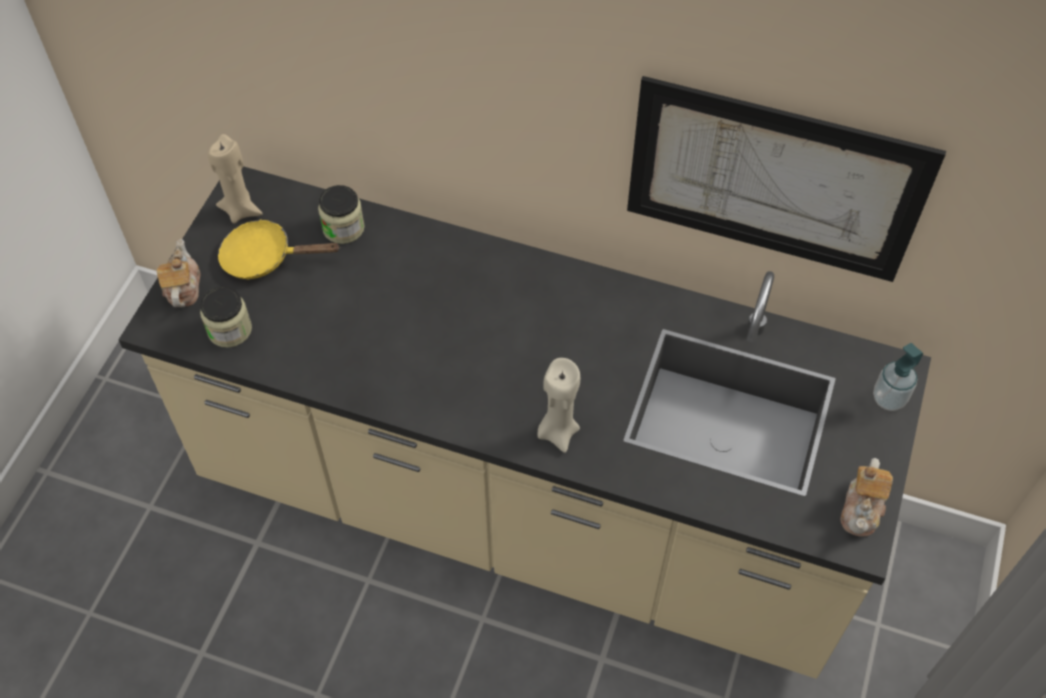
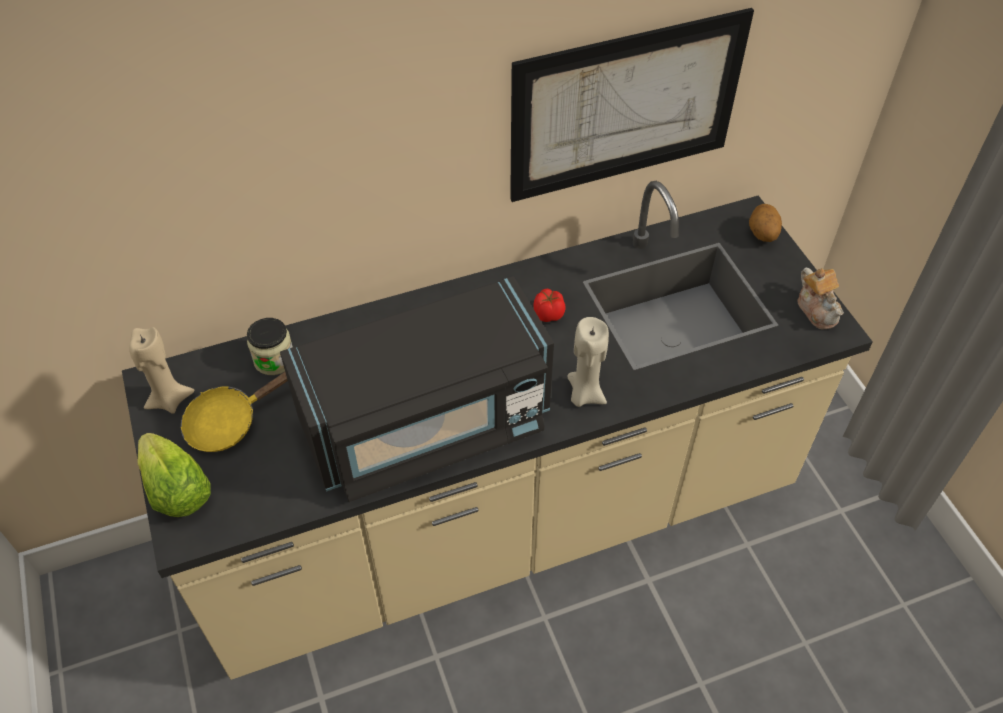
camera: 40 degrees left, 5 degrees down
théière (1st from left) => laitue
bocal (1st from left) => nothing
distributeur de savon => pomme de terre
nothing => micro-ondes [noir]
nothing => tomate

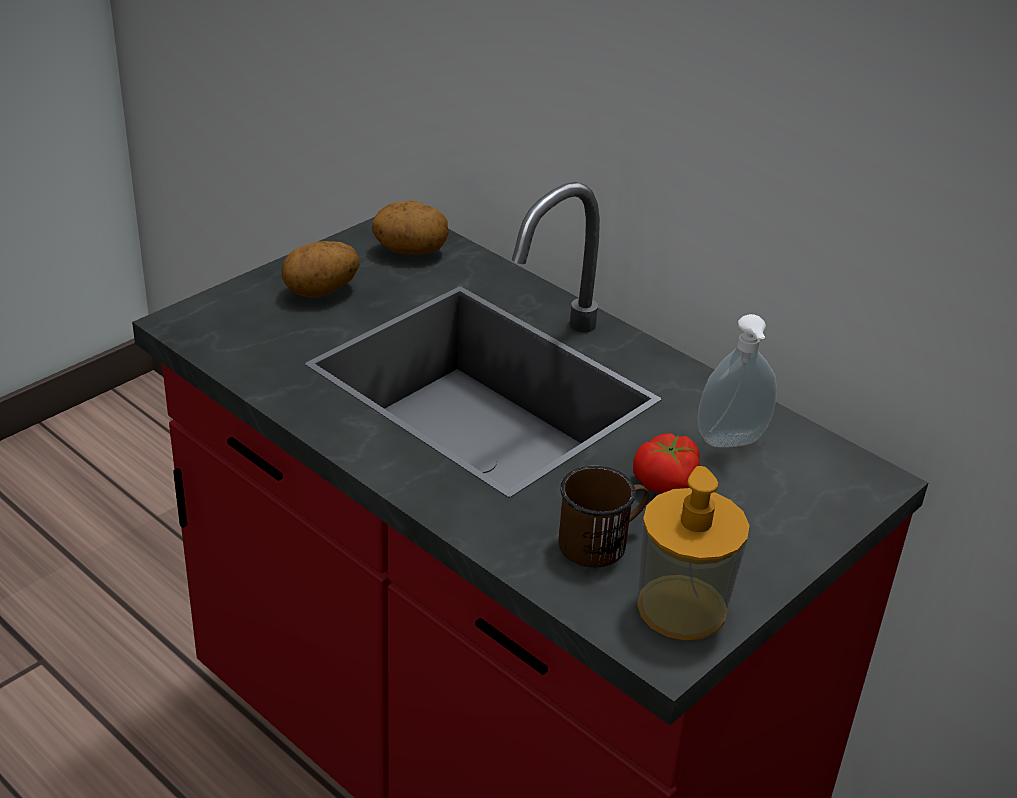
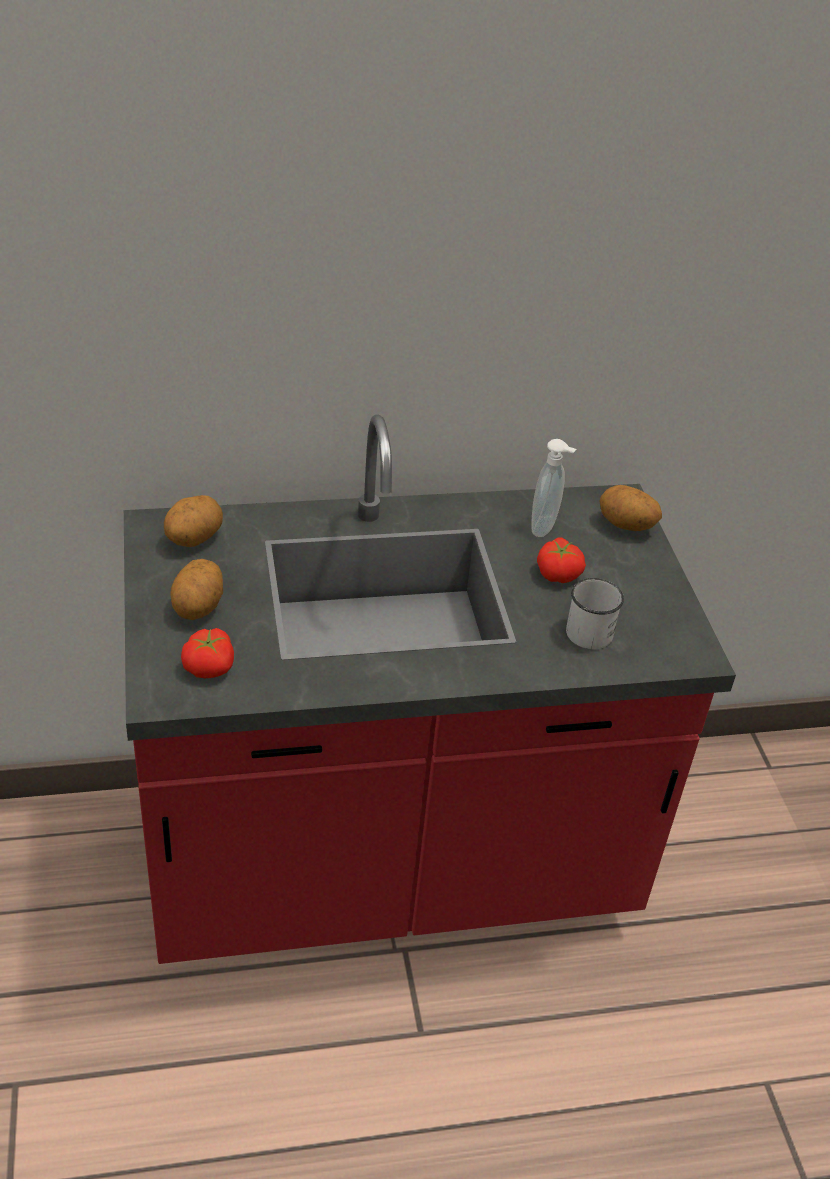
camera: 55 degrees left, 5 degrees up
mug [marron] => mug [blanc]
distributeur de savon (1st from left) => nothing
nothing => tomate (1st from left)
nothing => pomme de terre (3rd from left)

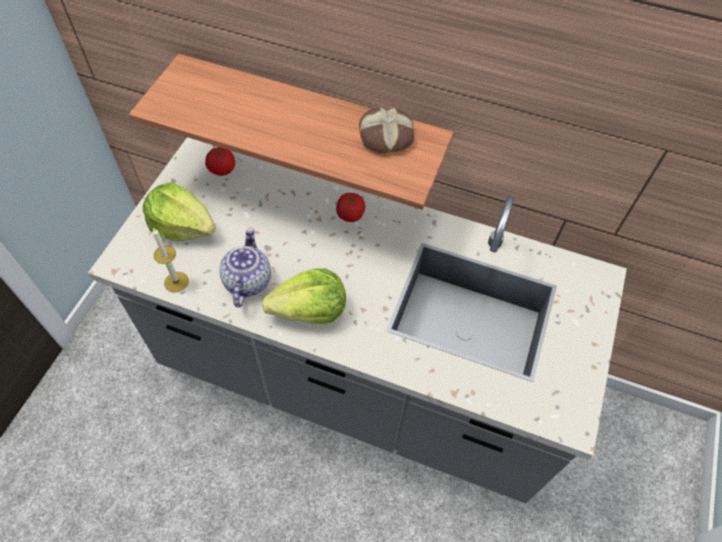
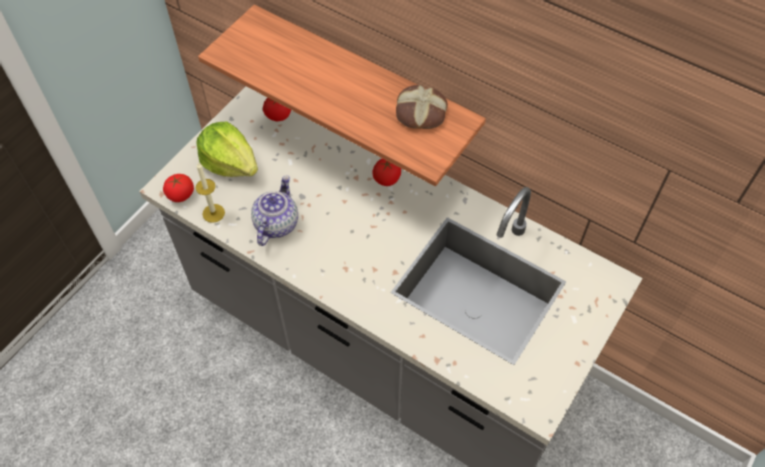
camera: 15 degrees right, 0 degrees up
laitue (2nd from left) => nothing
nothing => tomate (1st from left)

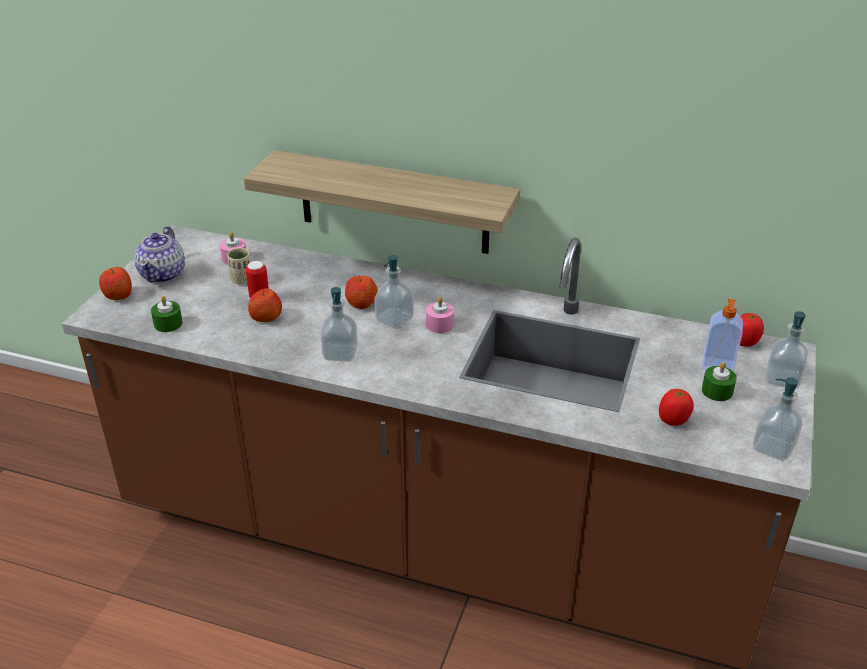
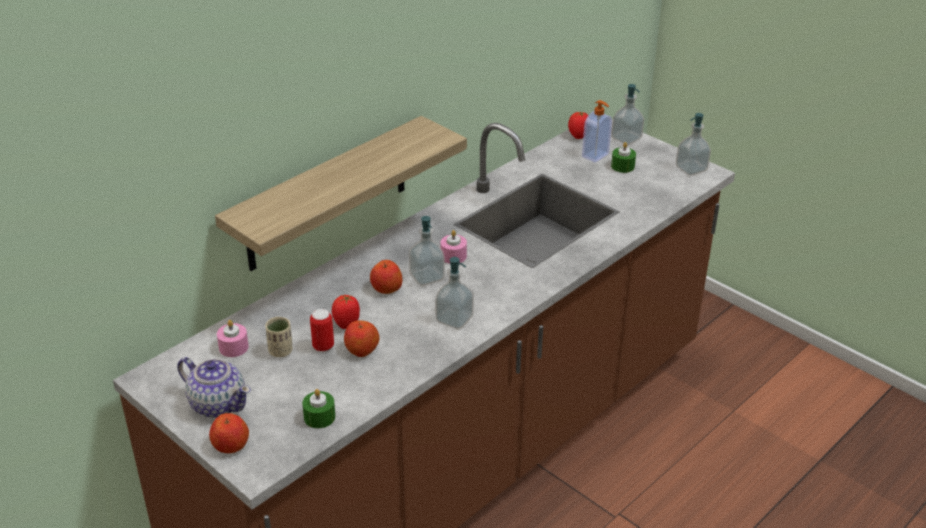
camera: 65 degrees left, 0 degrees up
tomate (1st from left), move

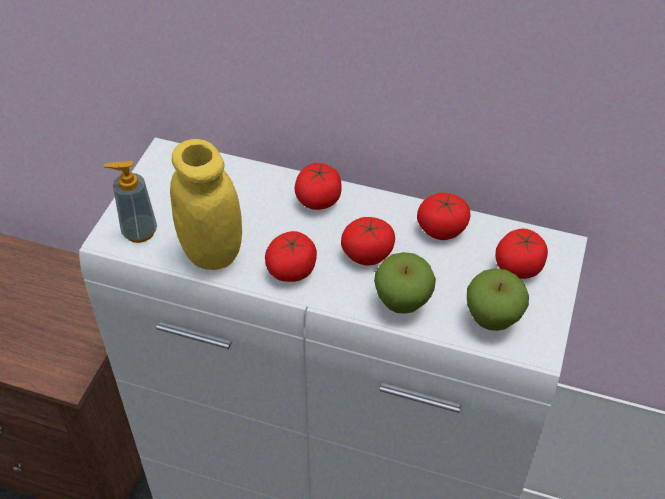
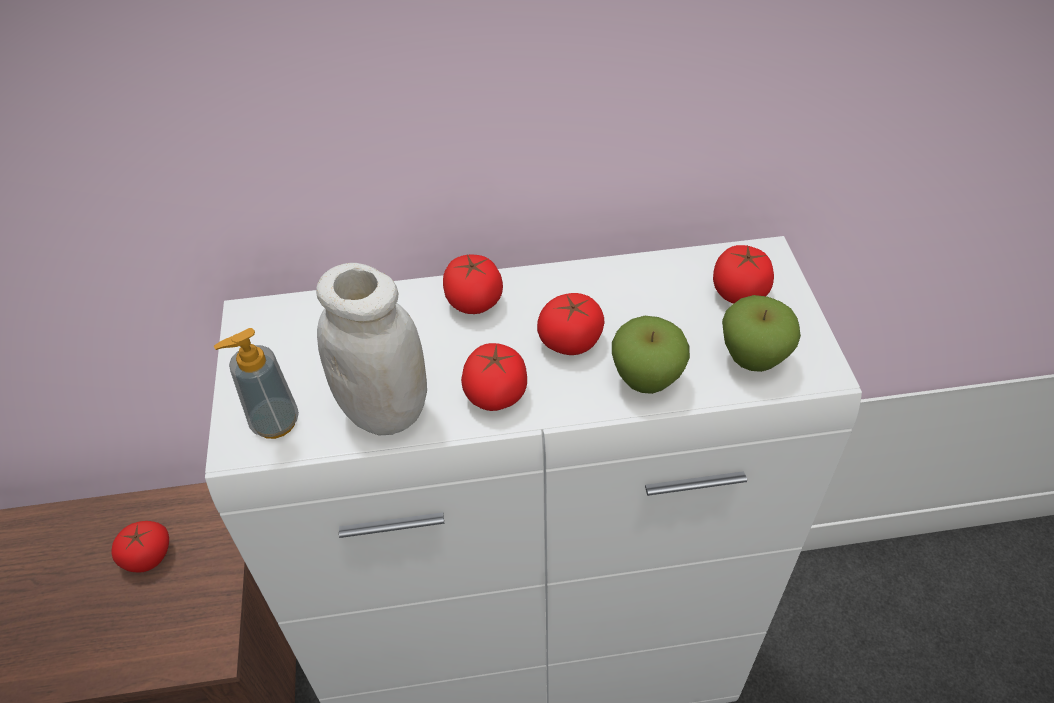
camera: 25 degrees left, 0 degrees up
bocal [jaune] => bocal [blanc]
tomate (4th from left in the first image) => tomate (1st from left), move

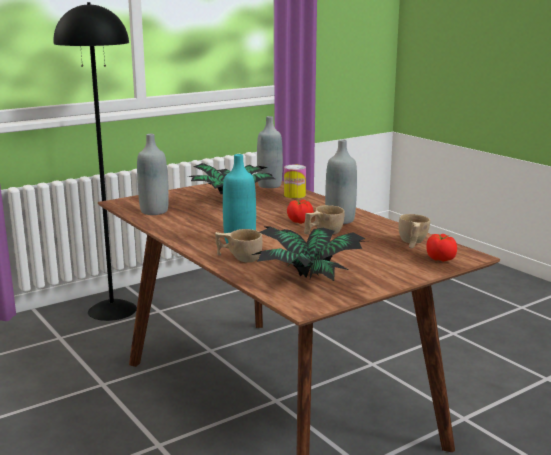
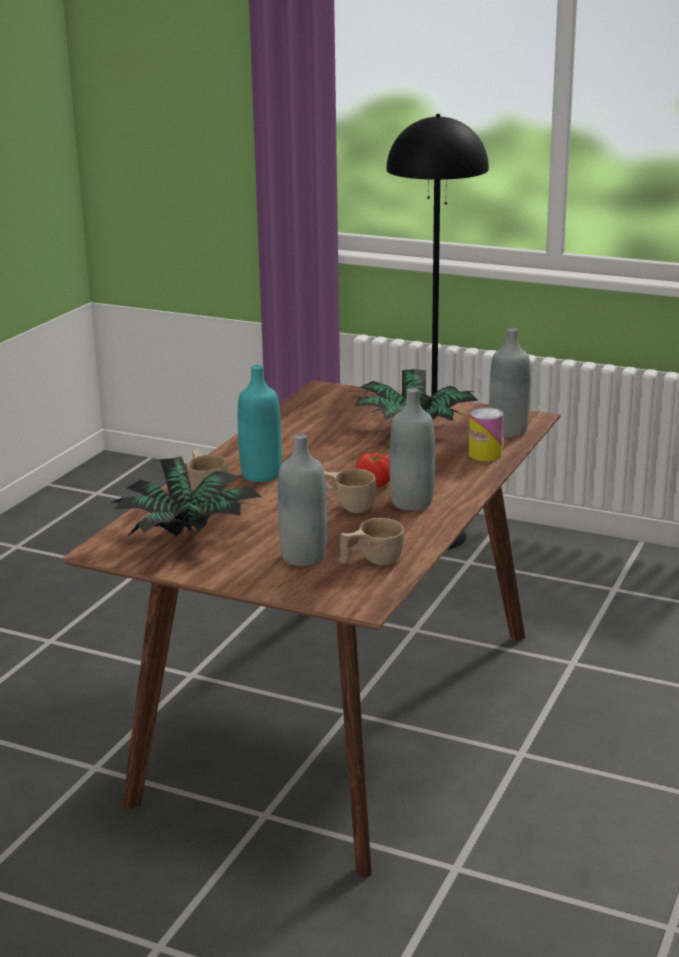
camera: 60 degrees right, 5 degrees up
bouteille [gris] (1st from left), move
tomate (2nd from left) => nothing

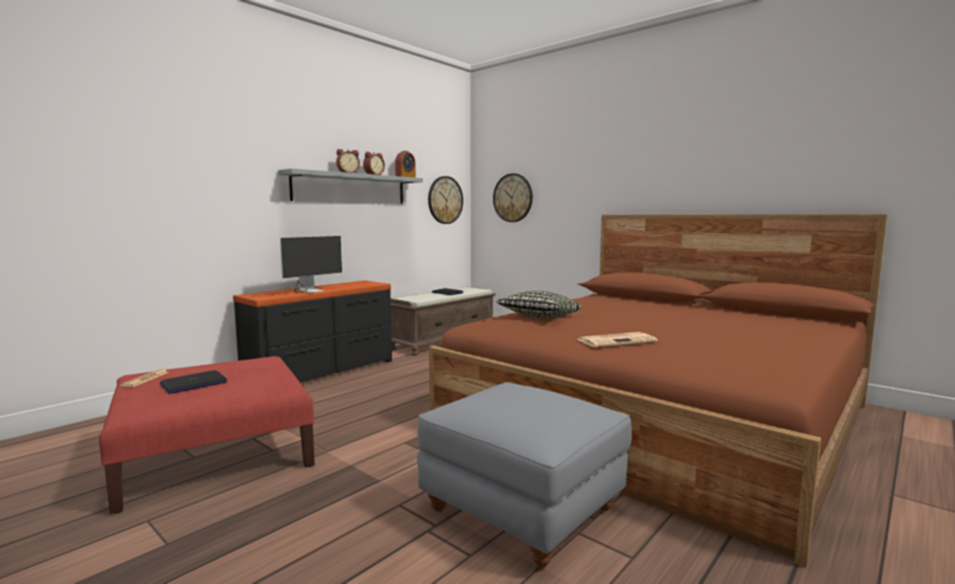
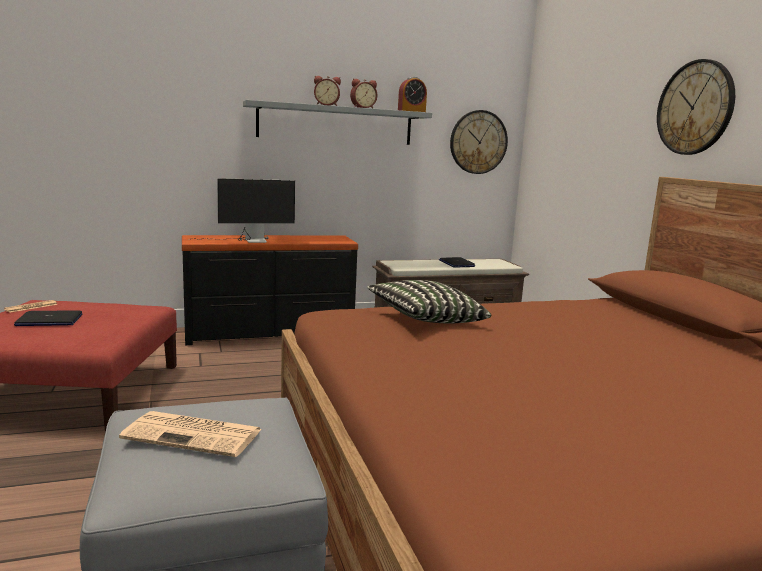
camera: 30 degrees right, 5 degrees up
horloge murale (2nd from left), move
journal (2nd from left), move

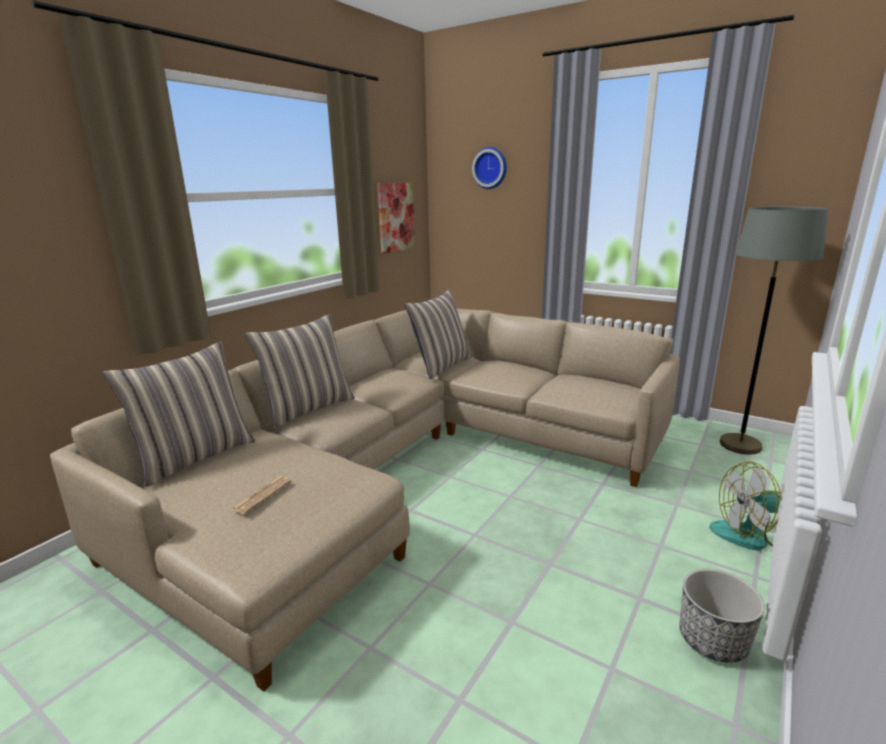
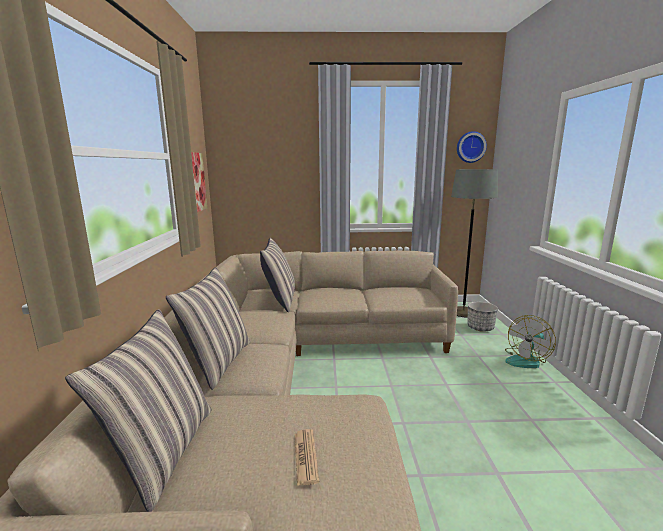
camera: 35 degrees left, 5 degrees down
horloge murale, move
cache-pot, move

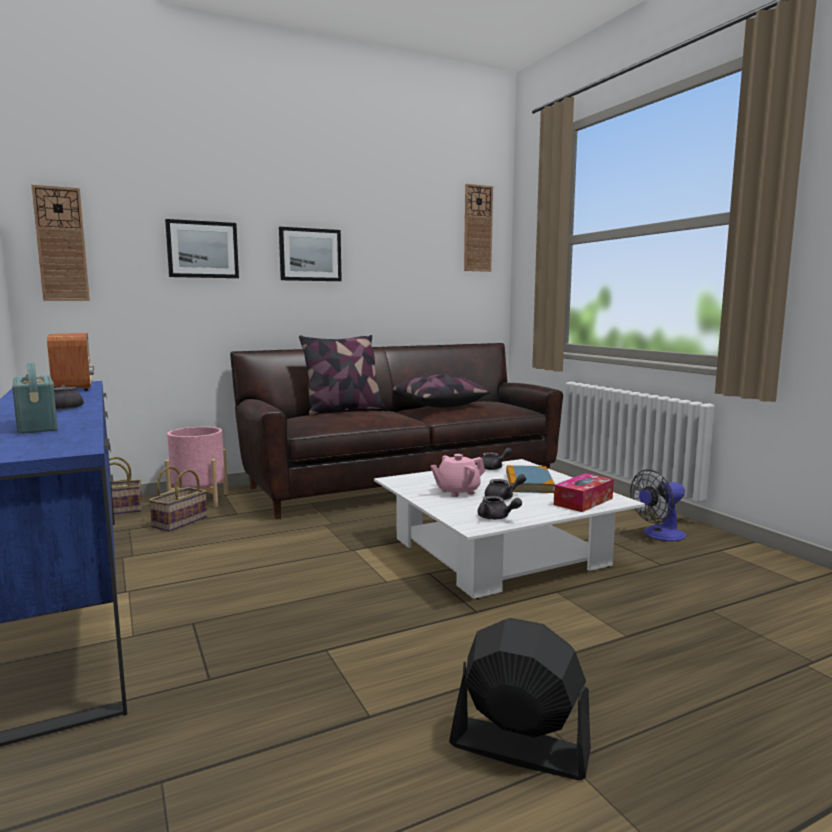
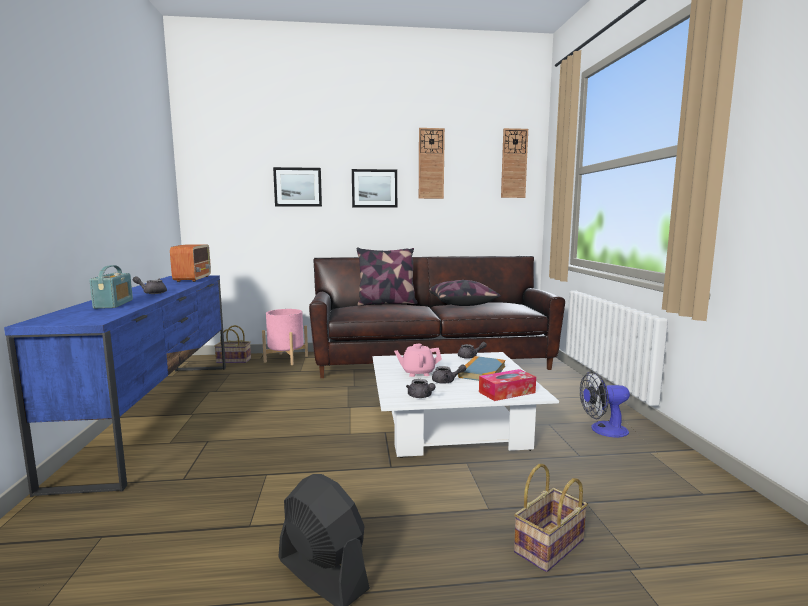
camera: 20 degrees right, 0 degrees up
horloge murale (1st from left), move
panier (2nd from left), move

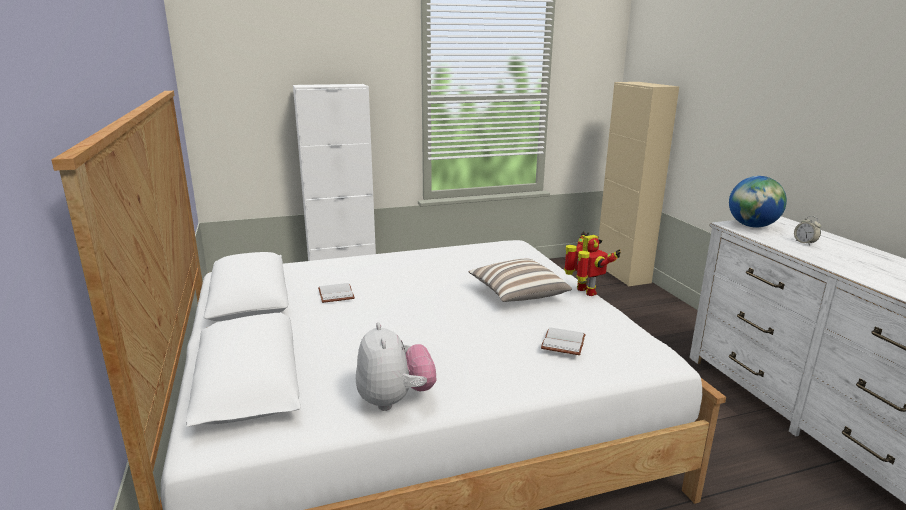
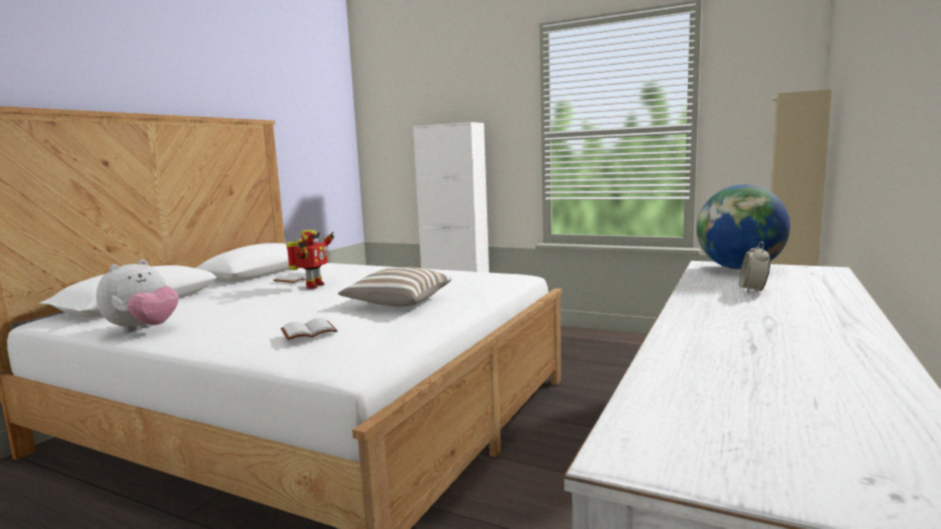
camera: 45 degrees right, 10 degrees down
robot jouet, move

